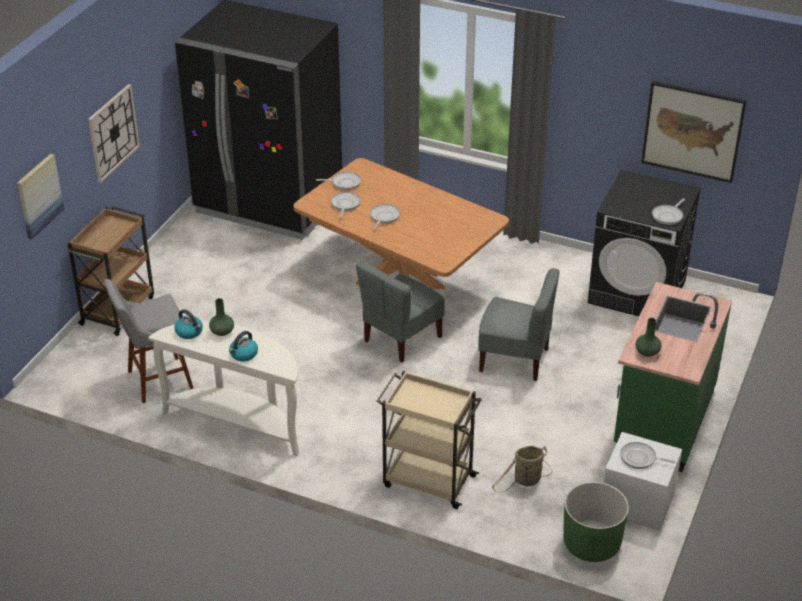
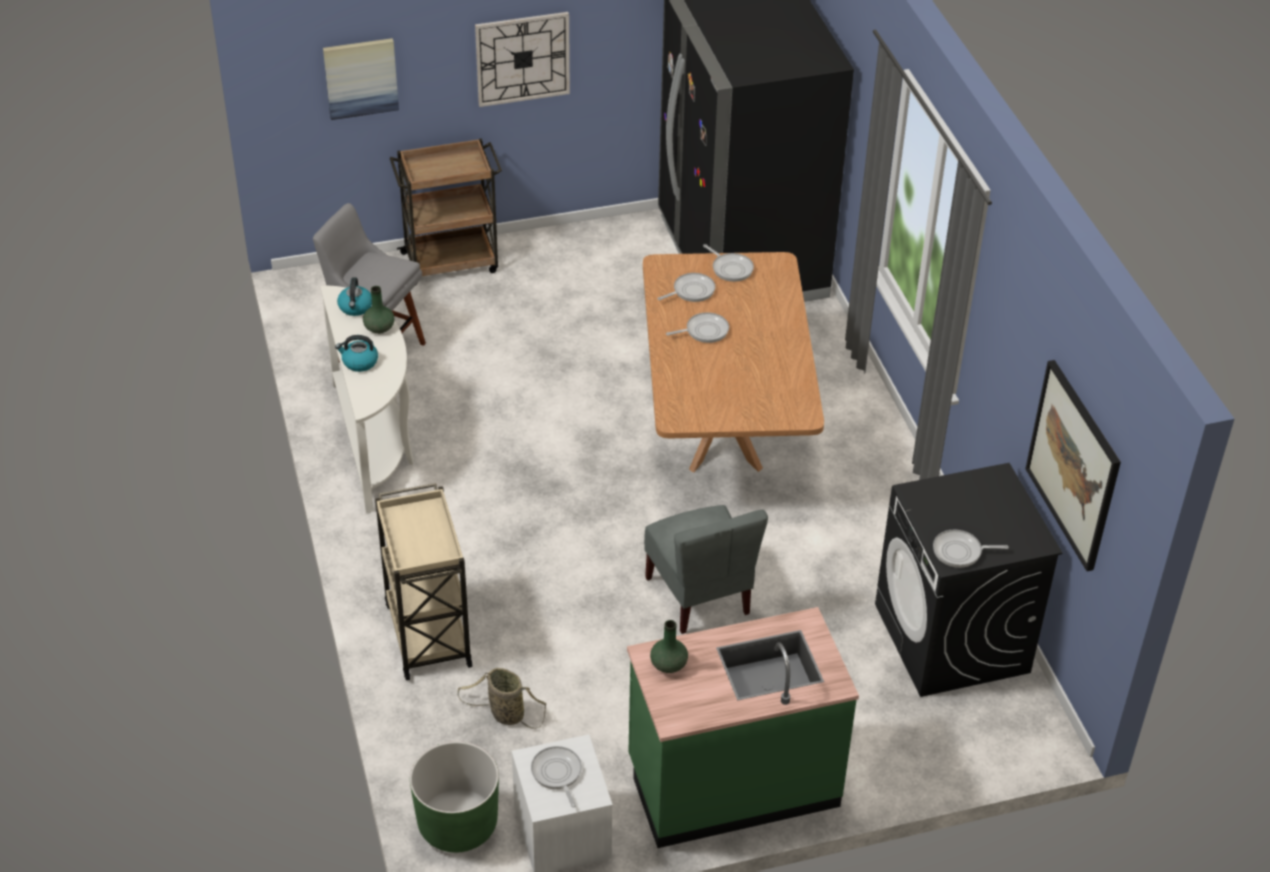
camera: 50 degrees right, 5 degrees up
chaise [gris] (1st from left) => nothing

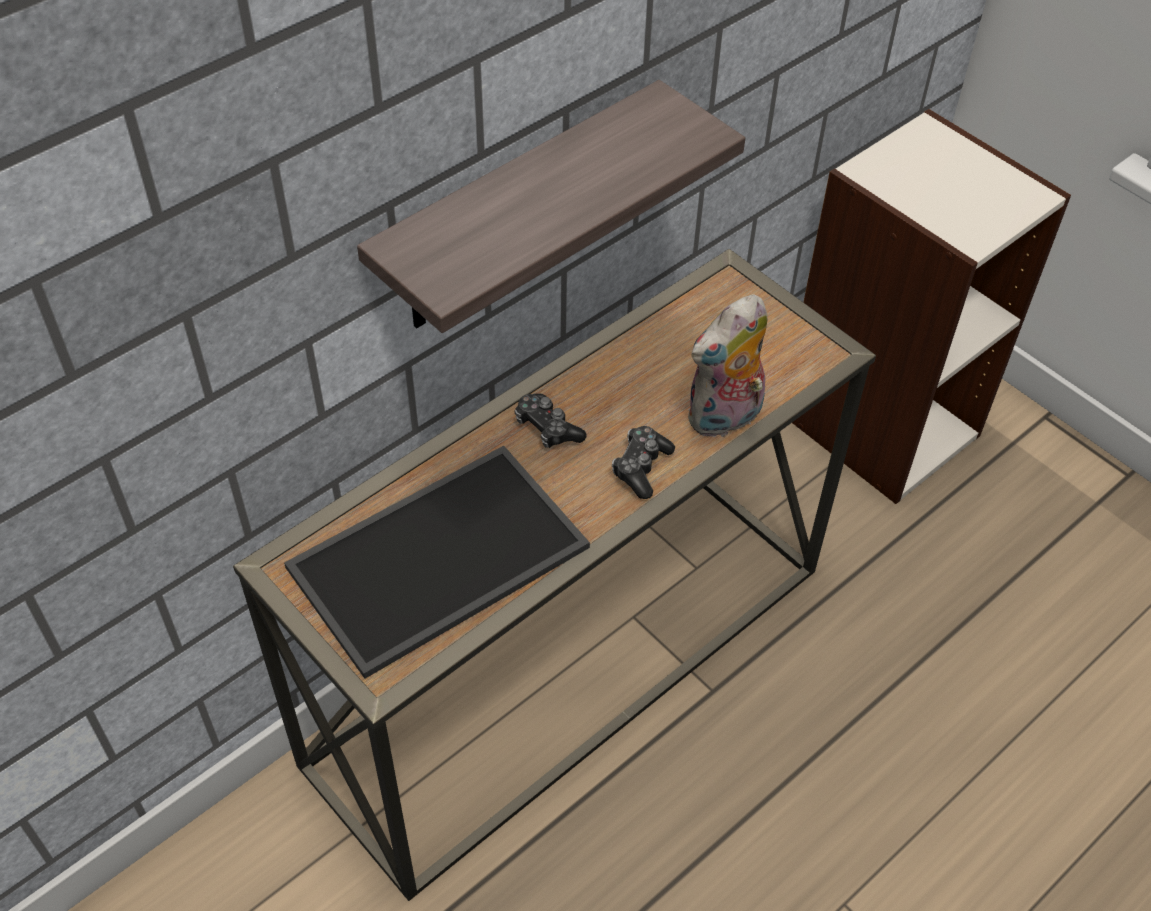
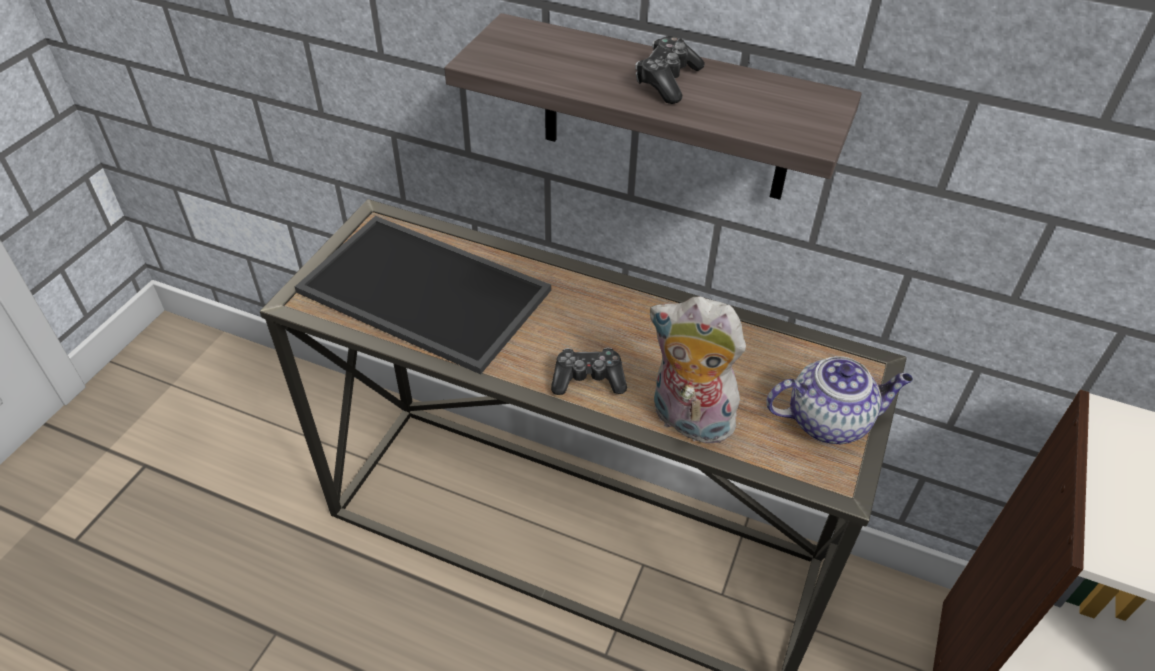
camera: 65 degrees right, 5 degrees down
manette (1st from left in the first image) => manette (2nd from left), move
nothing => théière

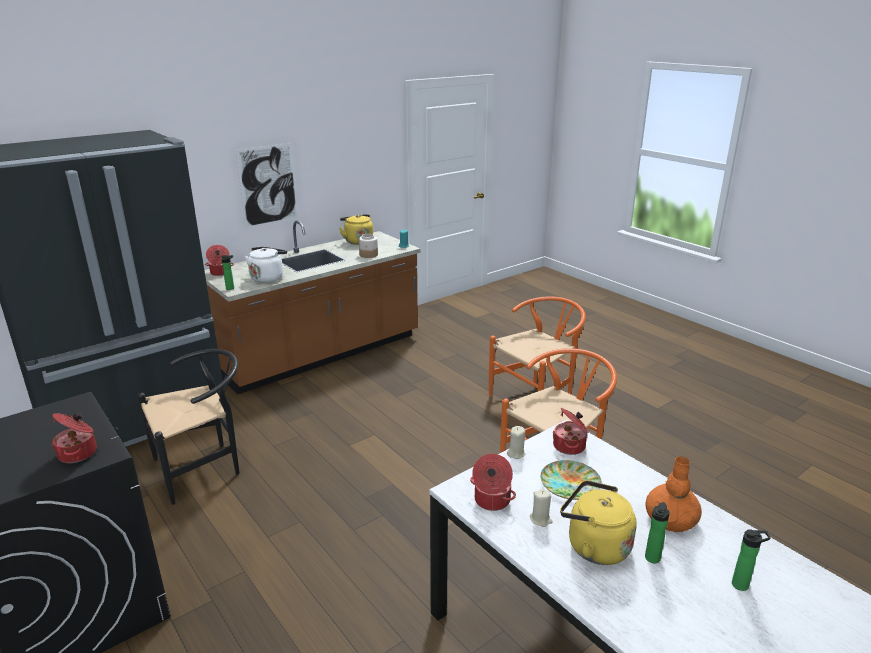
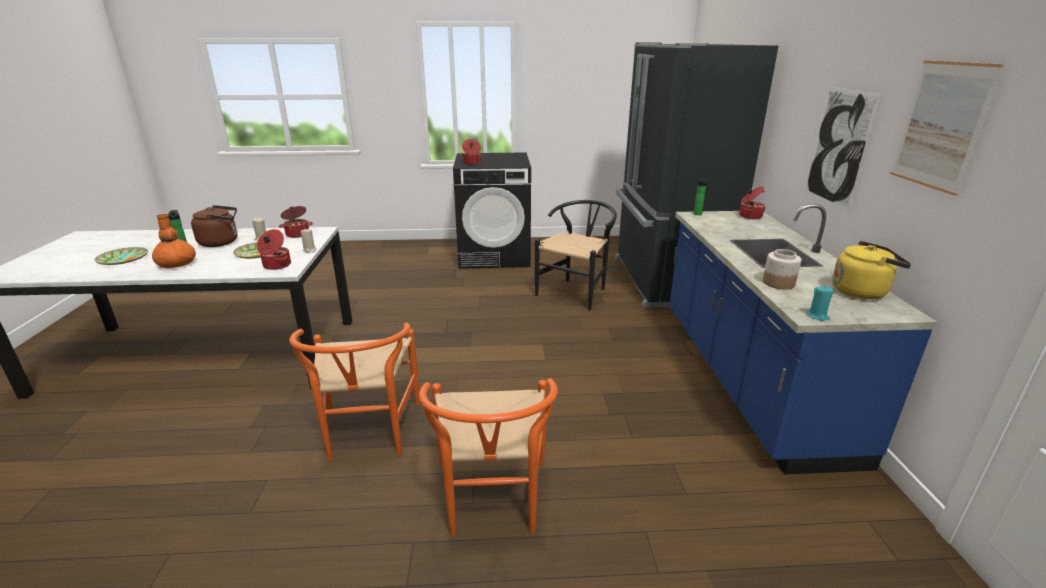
camera: 125 degrees right, 0 degrees up
chaise [noir], 150 degrees counterclockwise
comptoir de cuisine [marron] => comptoir de cuisine [bleu]
bouilloire [blanc] => nothing
bouilloire [jaune] (2nd from left) => bouilloire [marron]
bouteille (3rd from left) => assiette (1st from left)
nothing => tableau (2nd from left)

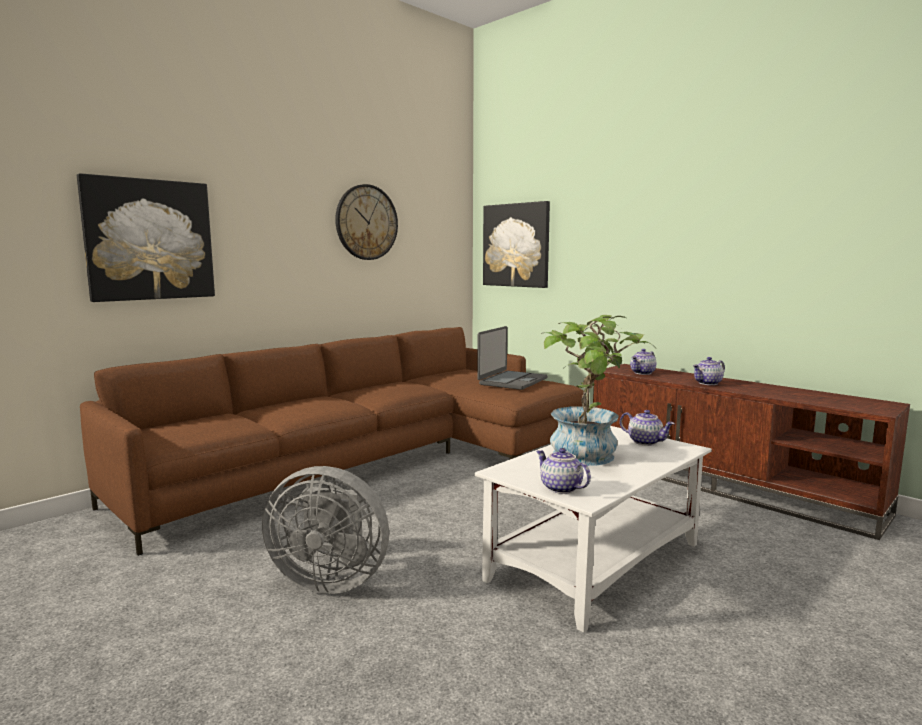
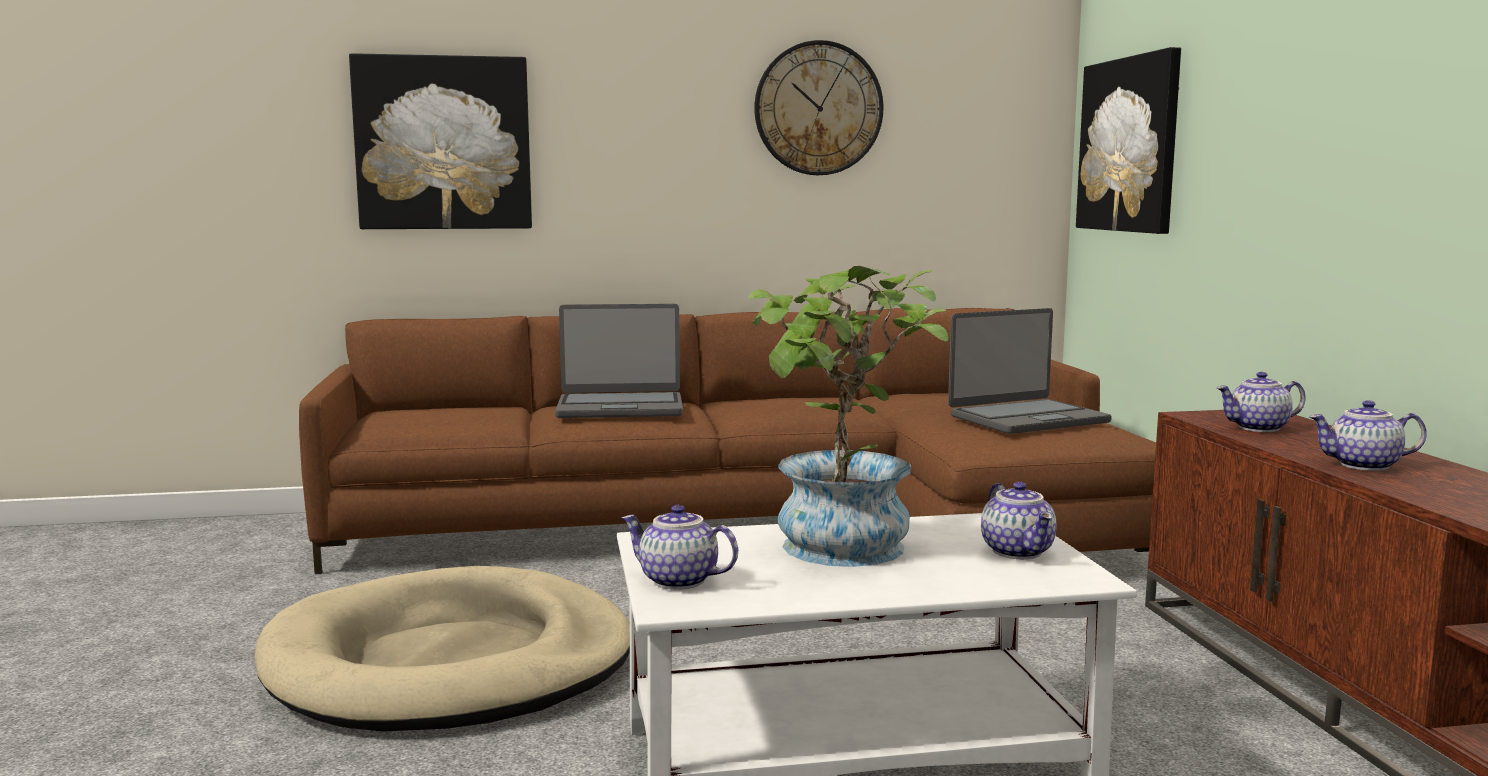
camera: 35 degrees right, 0 degrees up
ventilateur [gris] => panier pour chien [beige]
théière (1st from left), 60 degrees counterclockwise
nothing => ordinateur portable (1st from left)

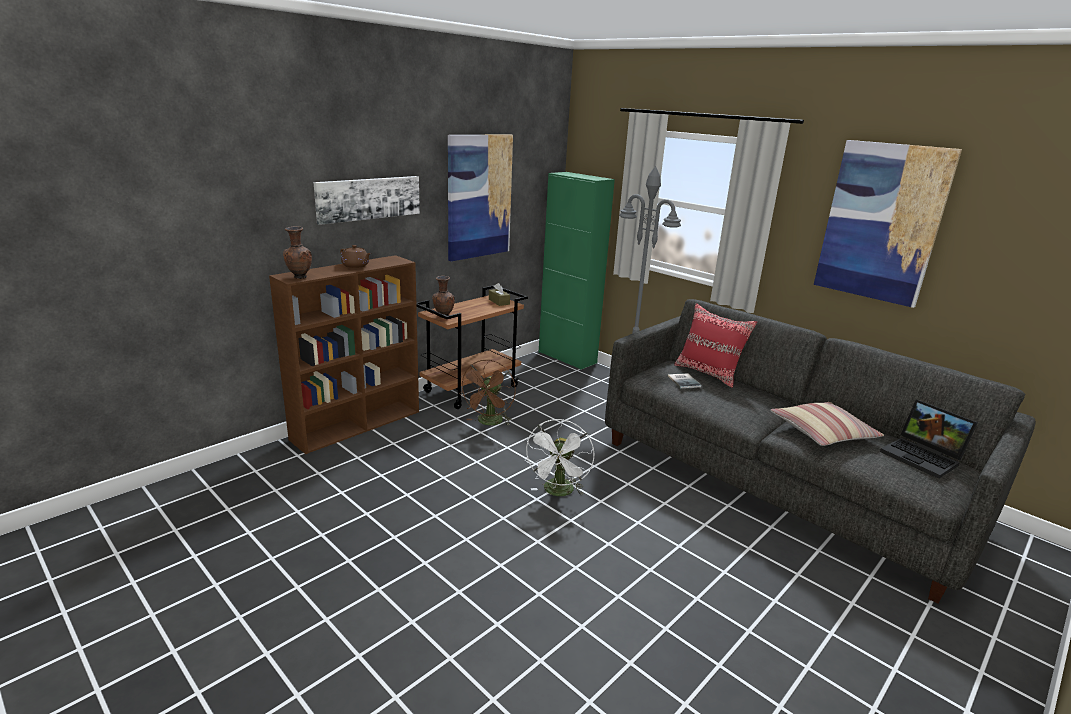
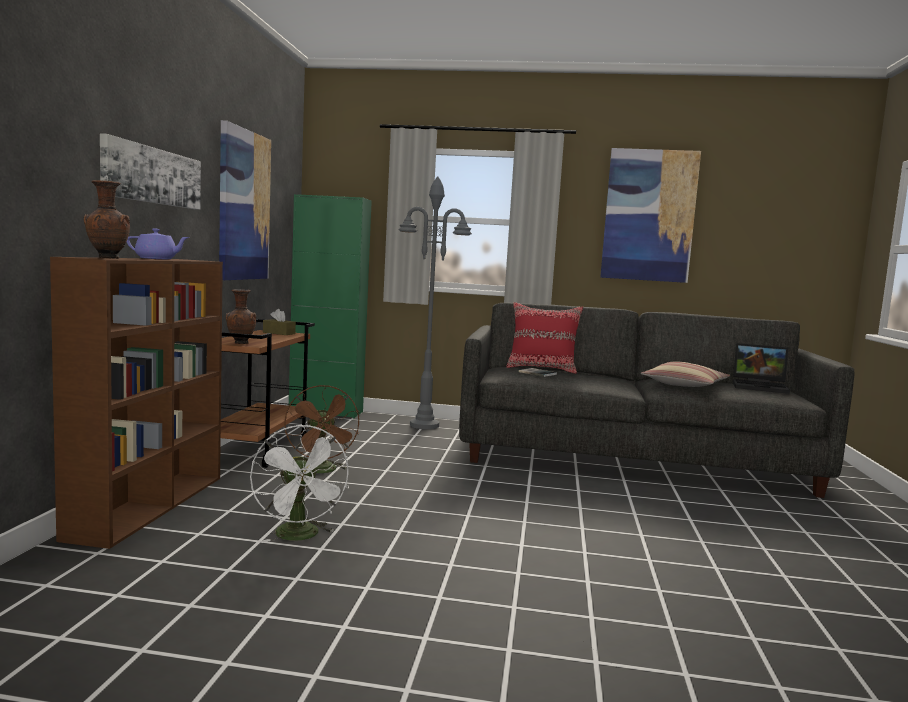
camera: 35 degrees left, 15 degrees down
théière [marron] => théière [violet]
ventilateur [blanc], move

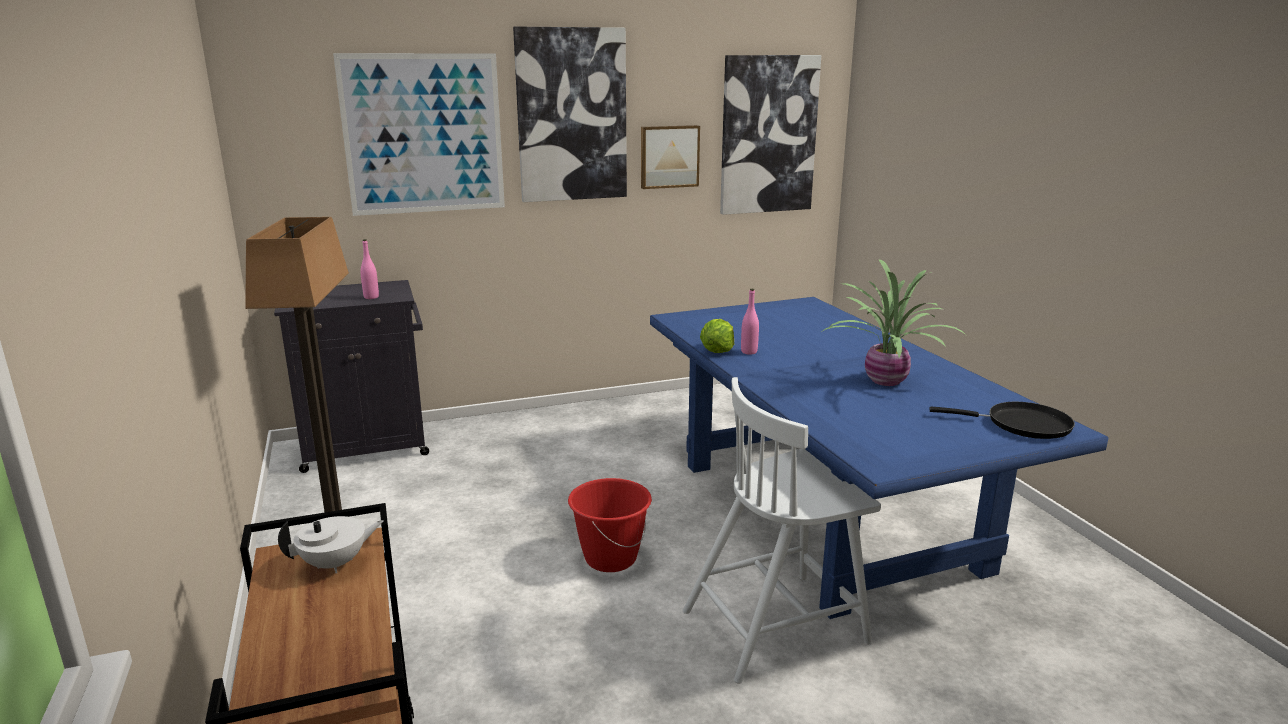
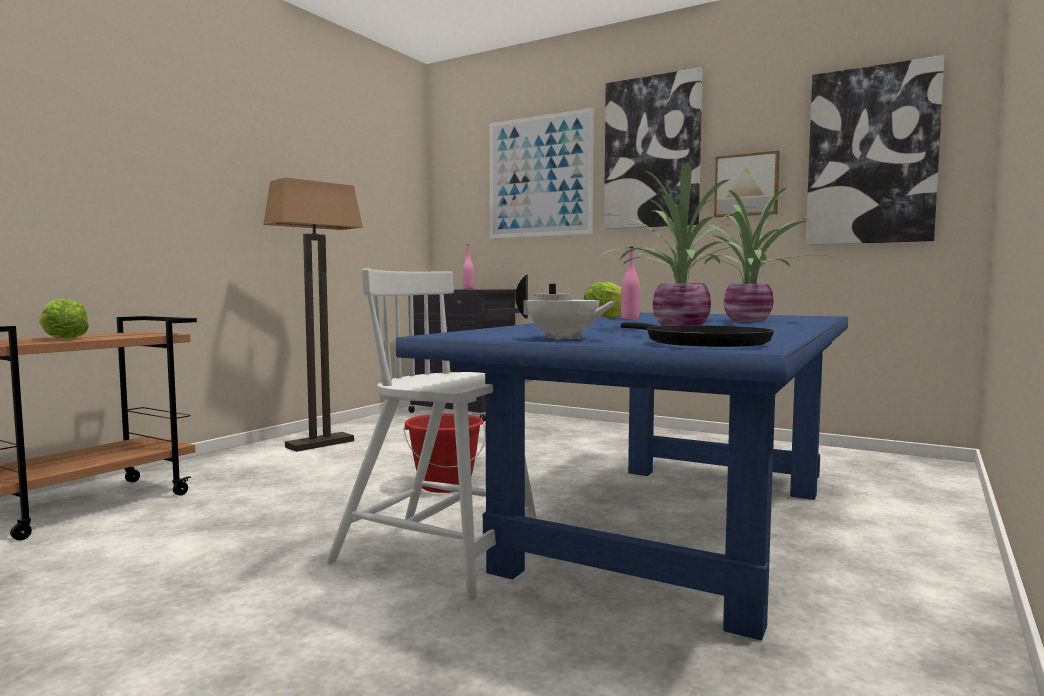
camera: 50 degrees right, 15 degrees down
théière [blanc], move
nothing => laitue (1st from left)
nothing => plante en pot (2nd from left)

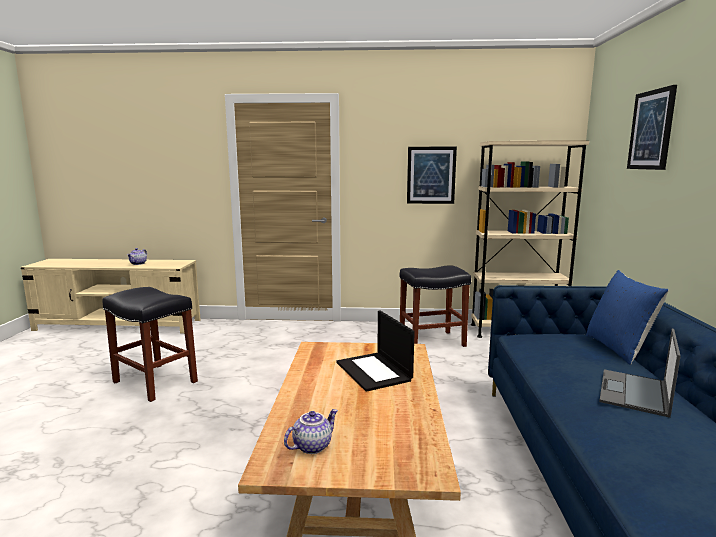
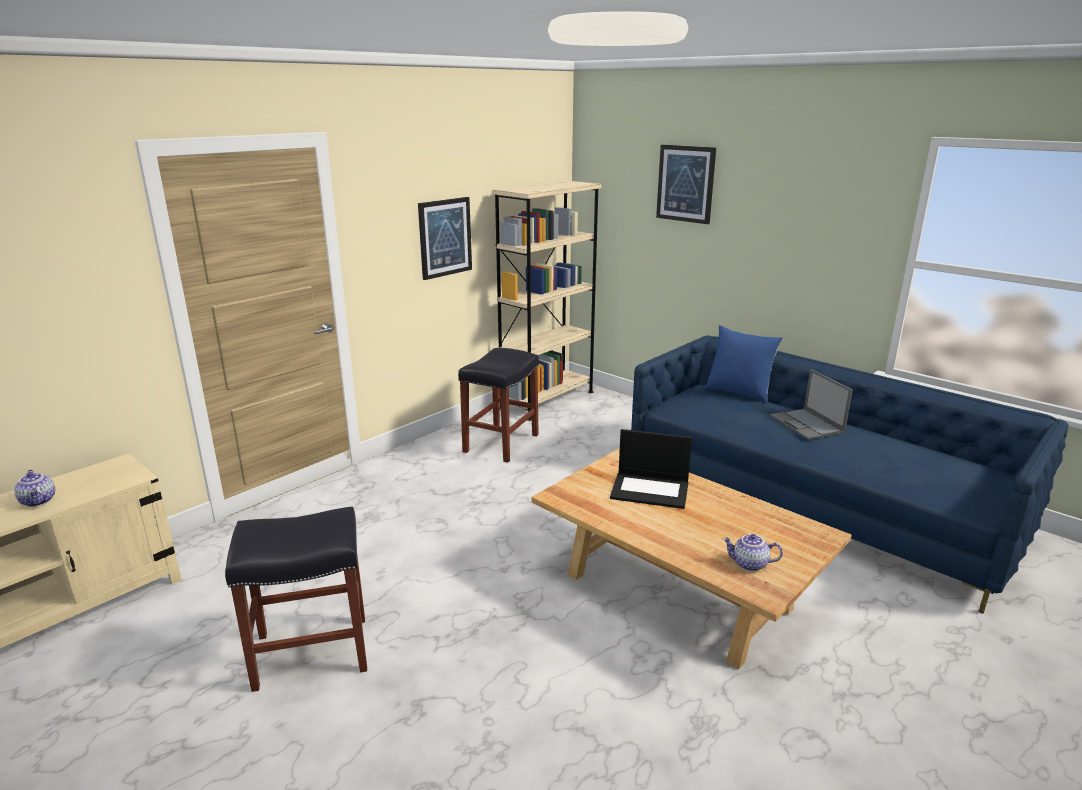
camera: 50 degrees left, 10 degrees up
théière (2nd from left), 75 degrees counterclockwise

